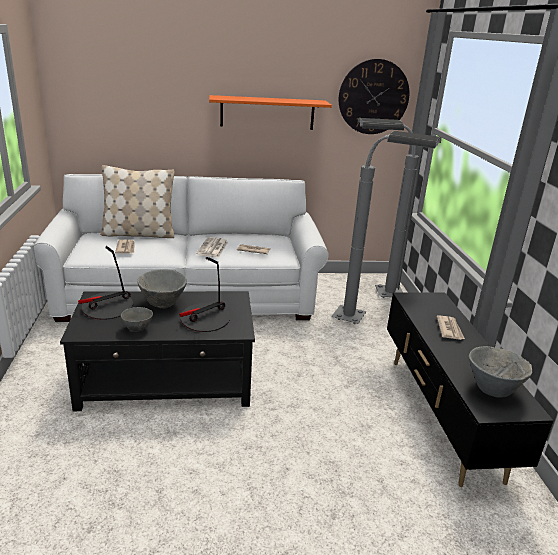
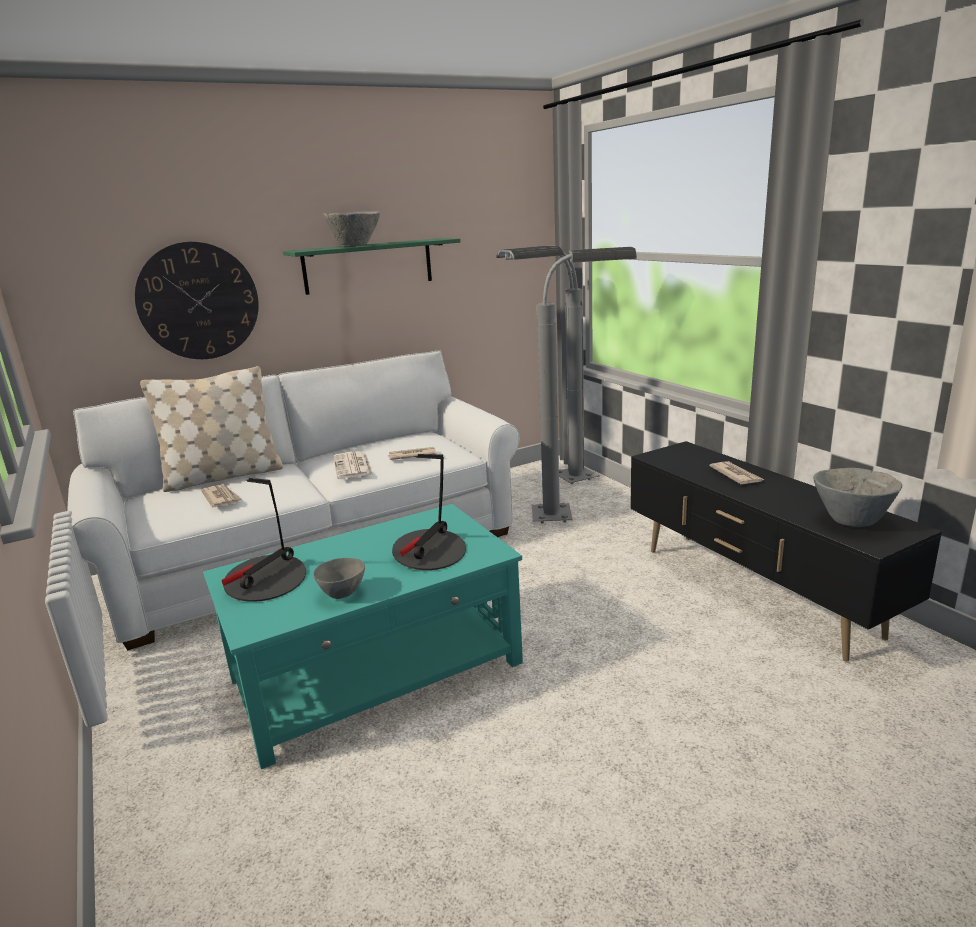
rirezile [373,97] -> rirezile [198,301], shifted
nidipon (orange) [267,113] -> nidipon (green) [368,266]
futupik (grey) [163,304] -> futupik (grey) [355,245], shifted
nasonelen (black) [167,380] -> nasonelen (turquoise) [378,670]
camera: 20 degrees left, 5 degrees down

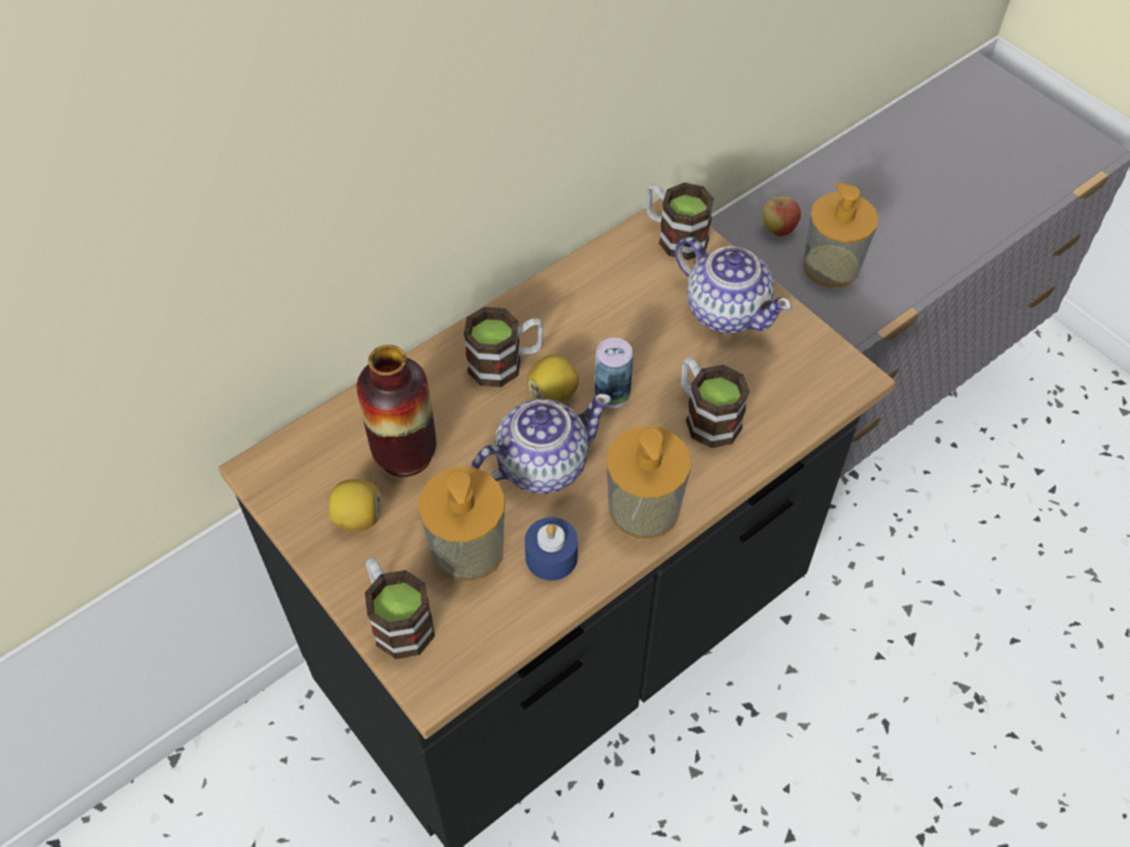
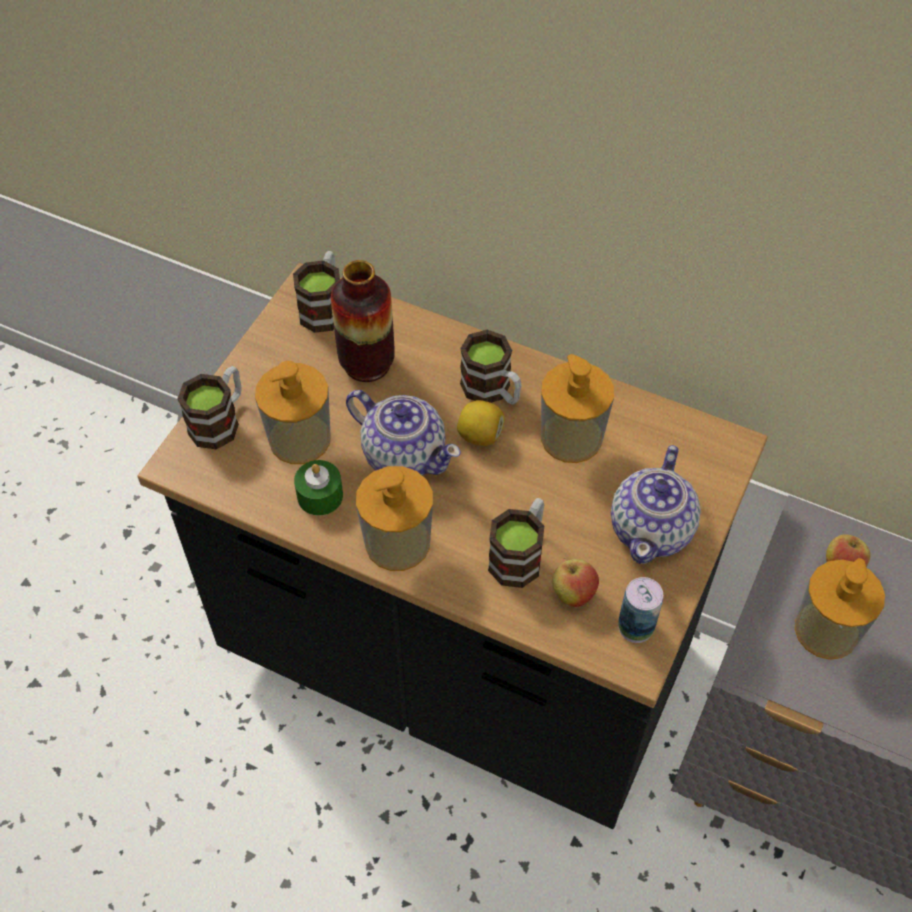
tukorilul [674,236] -> tukorilul [324,306], shifted
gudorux [612,394] -> gudorux [635,627], shifted
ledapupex [358,517] -> none
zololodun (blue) [551,557] -> zololodun (green) [320,496]
none -> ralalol [571,437]
none -> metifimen [573,594]
camera: 65 degrees right, 0 degrees up

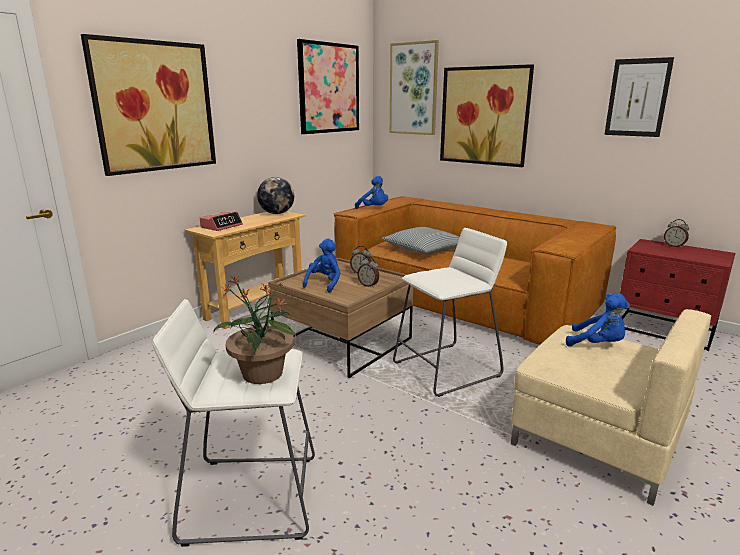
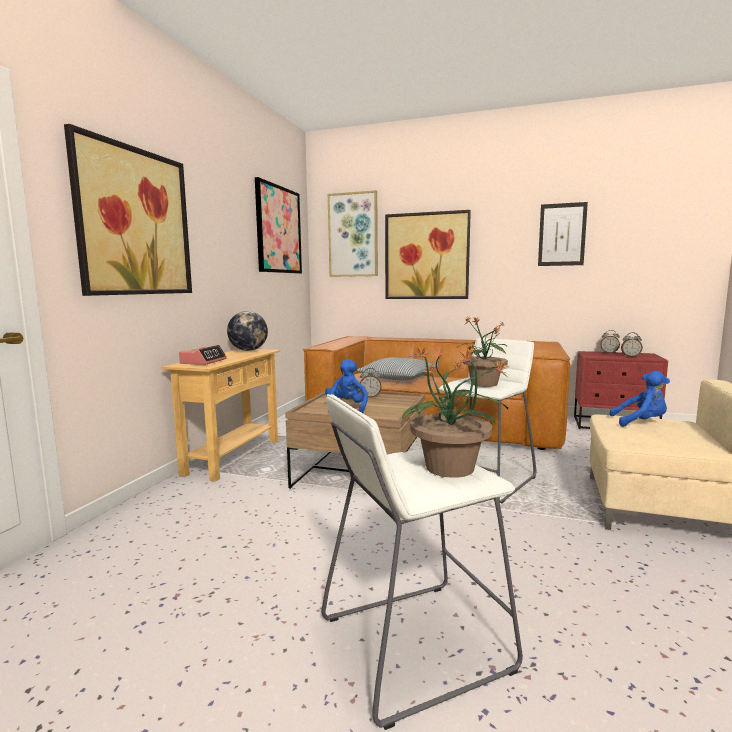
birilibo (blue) [374,209] -> none
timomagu [368,285] -> timomagu [630,356], shifted
none -> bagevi [483,384]
camera: 20 degrees left, 10 degrees down

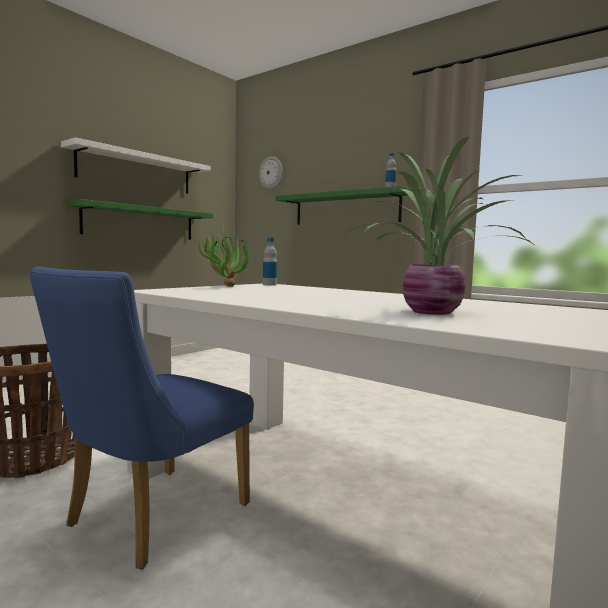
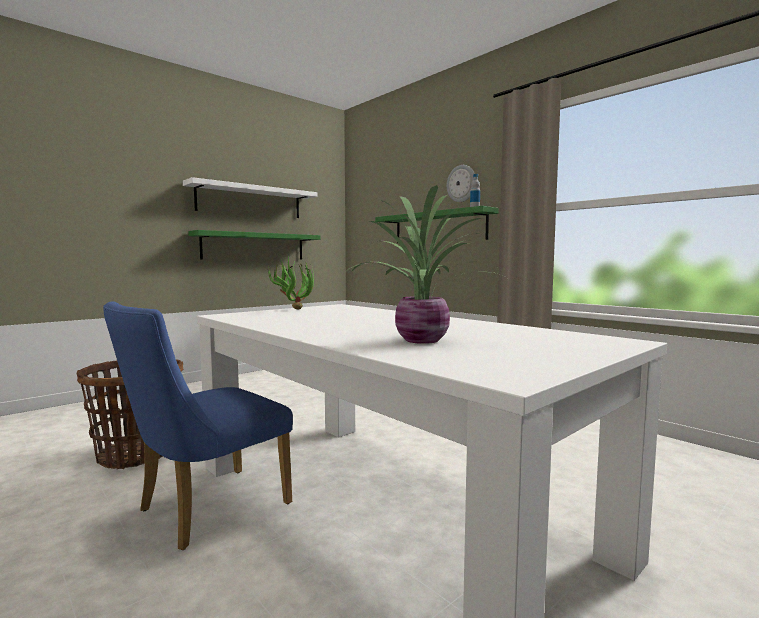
rirezile [271,173] -> rirezile [461,183], shifted
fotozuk [269,284] -> none
camera: 10 degrees right, 0 degrees up

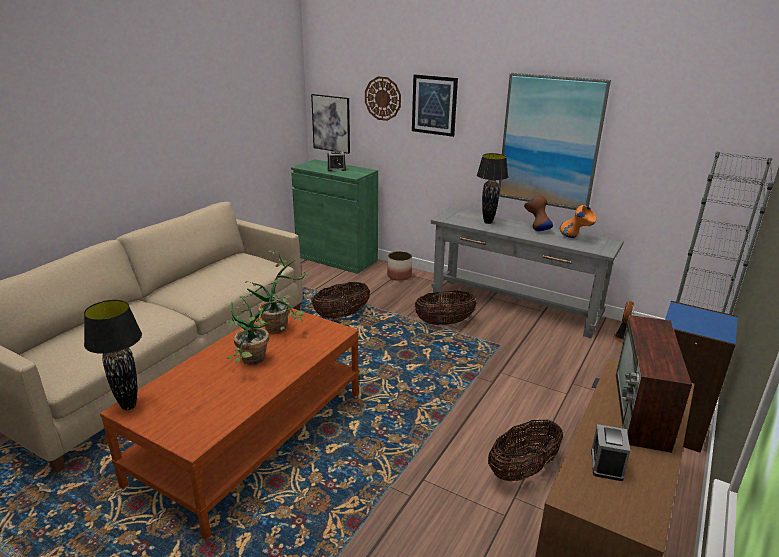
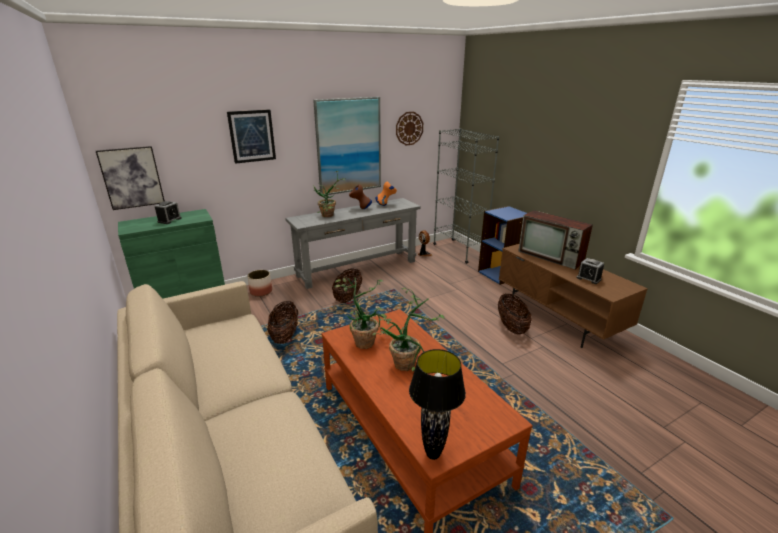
rirezile [383,98] -> rirezile [409,128], shifted
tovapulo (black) [488,222] -> bagevi [330,216]
camera: 60 degrees left, 0 degrees up

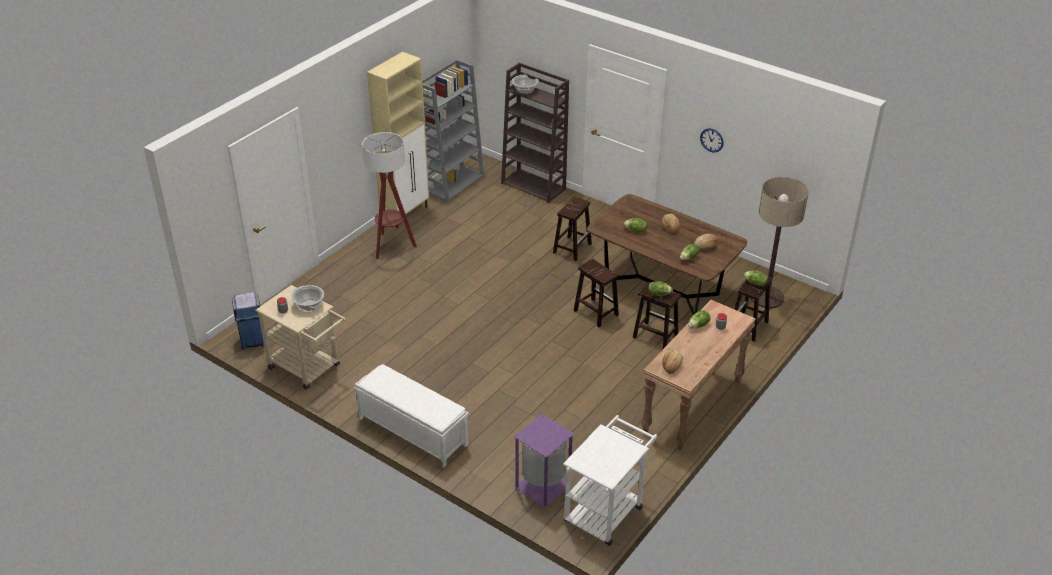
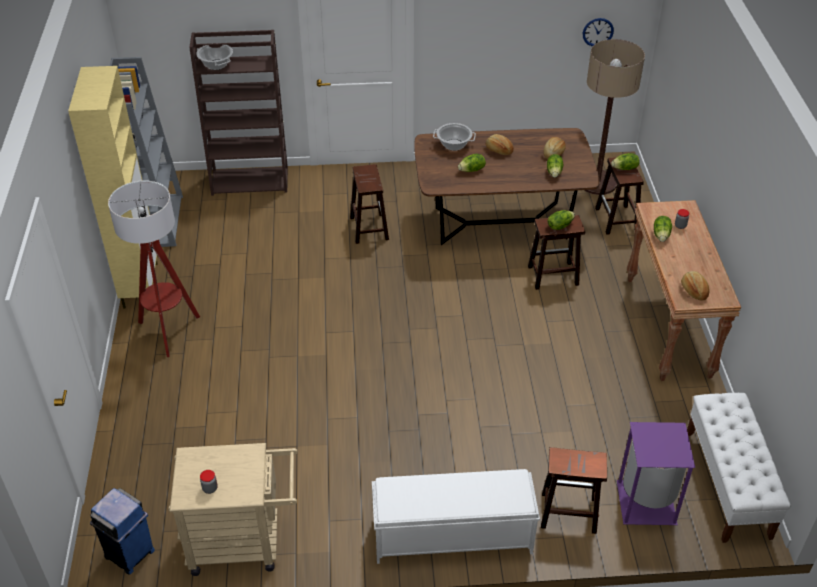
rirezile [712,140] -> rirezile [598,32], shifted
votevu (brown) [595,312] -> votevu (brown) [567,513], shifted
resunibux [309,305] -> resunibux [454,145], shifted
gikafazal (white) [607,509] -> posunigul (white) [727,484]
camera: 40 degrees left, 5 degrees up

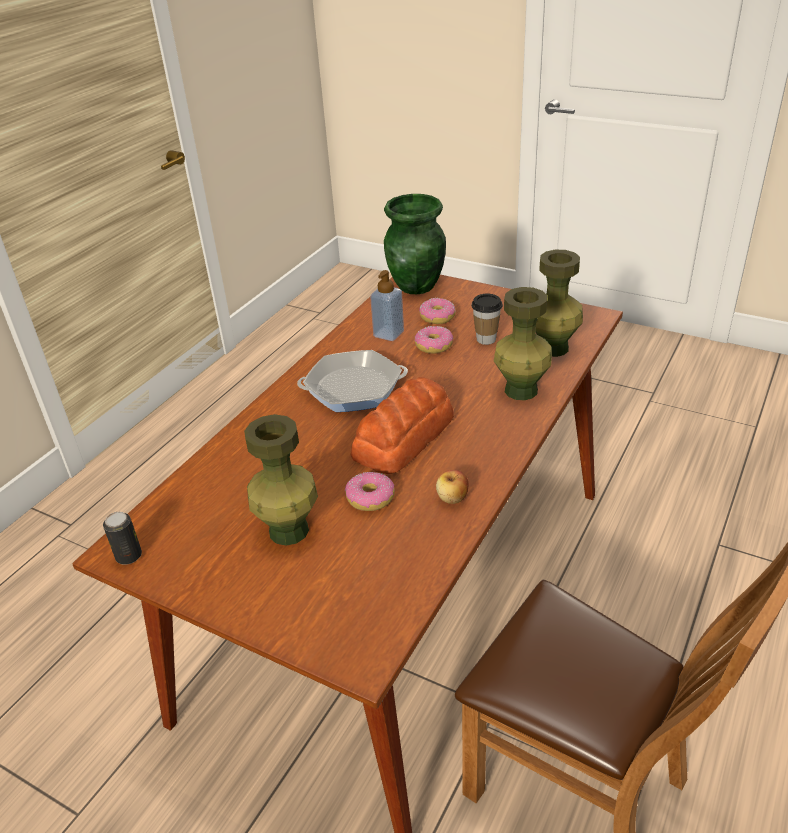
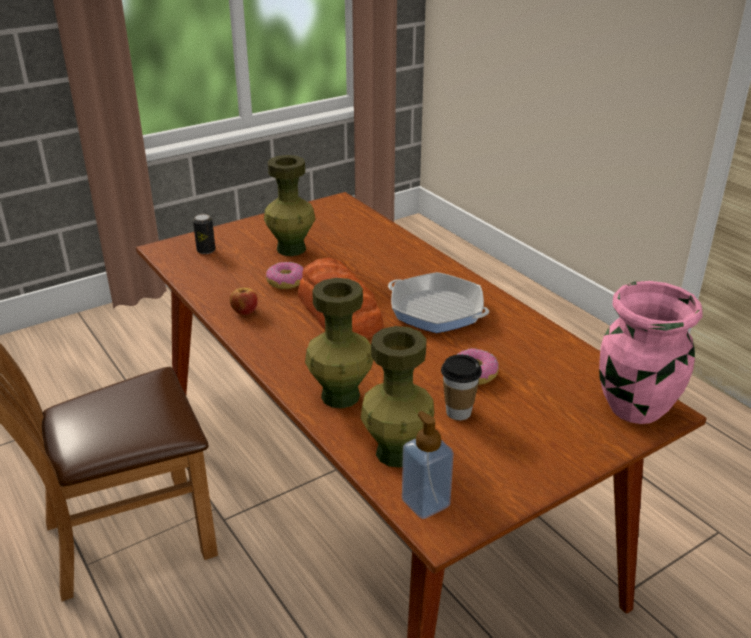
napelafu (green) [417,286] -> napelafu (pink) [634,408]
ralalol [388,334] -> ralalol [425,503], shifted
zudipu [437,317] -> none
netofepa [353,388] -> netofepa [436,310], 75 degrees counterclockwise
gudorux [129,556] -> gudorux [206,250], shifted
camera: 115 degrees right, 5 degrees down

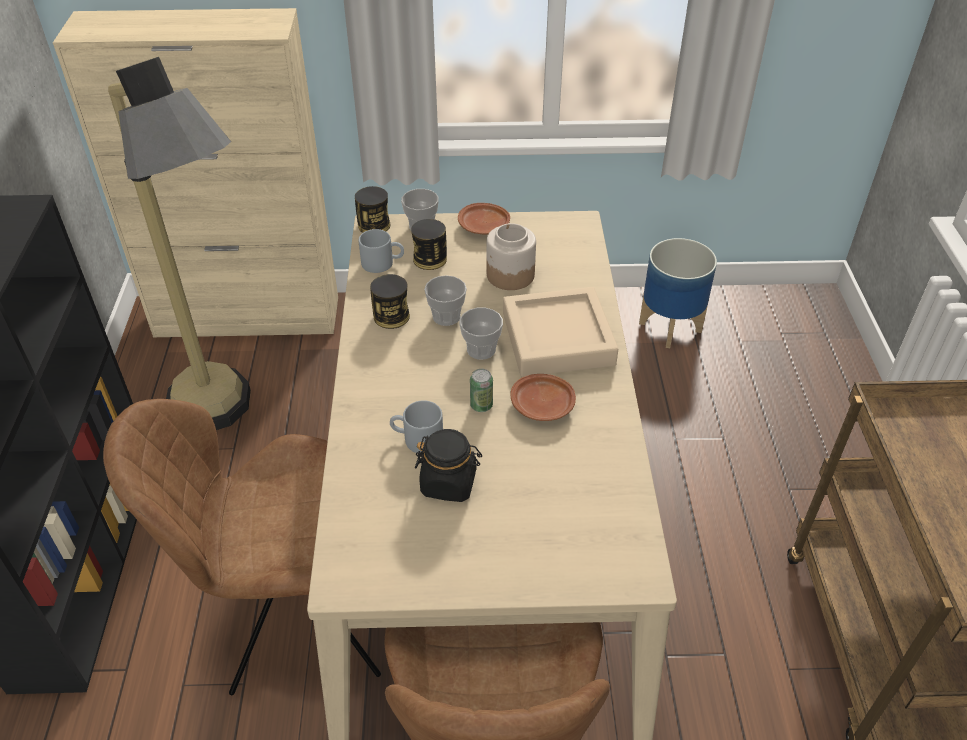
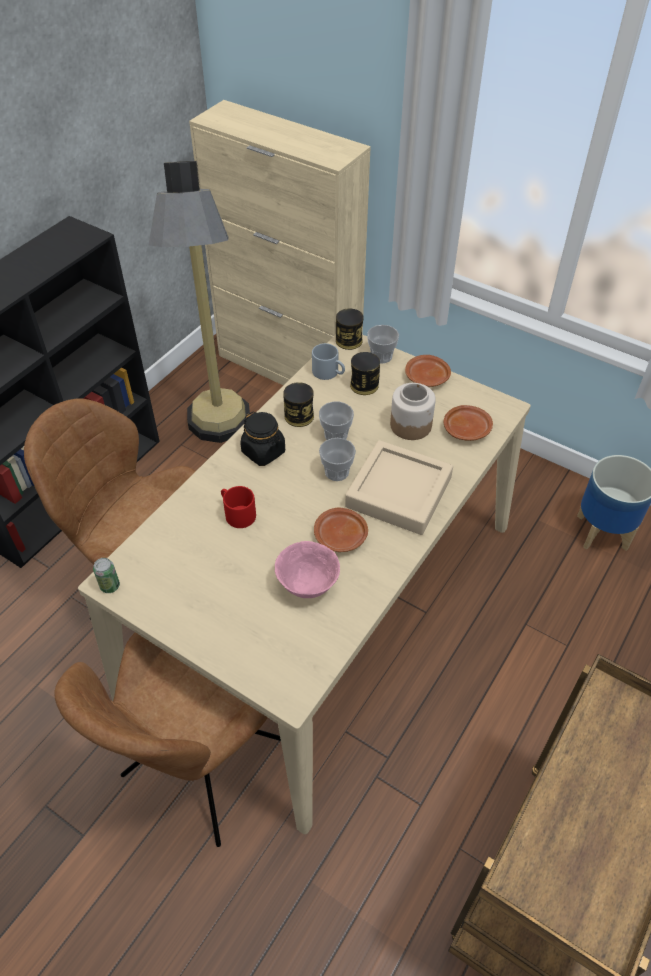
gudorux [481,405] -> gudorux [110,586], shifted
tukorilul (grey) [417,439] -> tukorilul (red) [236,513]
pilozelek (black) [449,483] -> pilozelek (black) [263,452], shifted
none -> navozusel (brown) [467,429]
none -> futupik (pink) [307,584]
camera: 35 degrees right, 5 degrees up

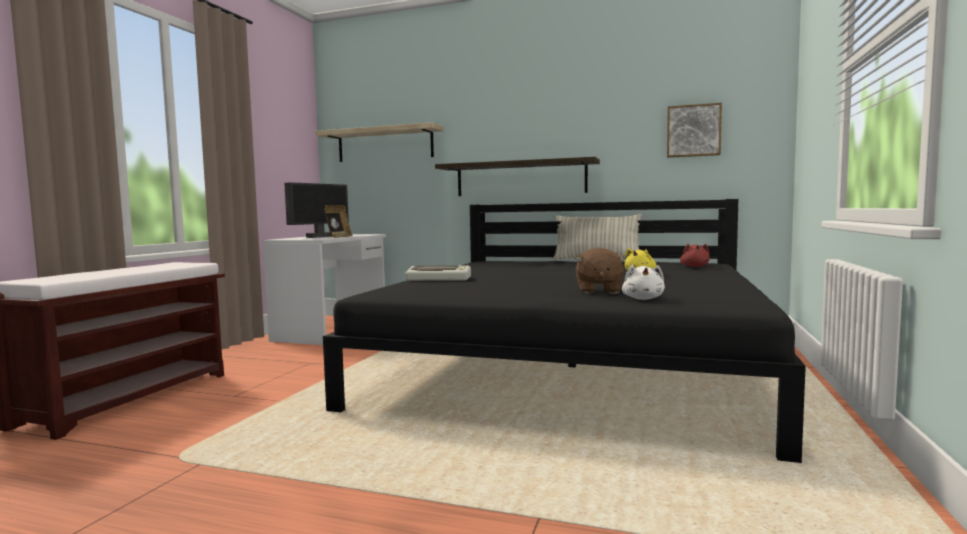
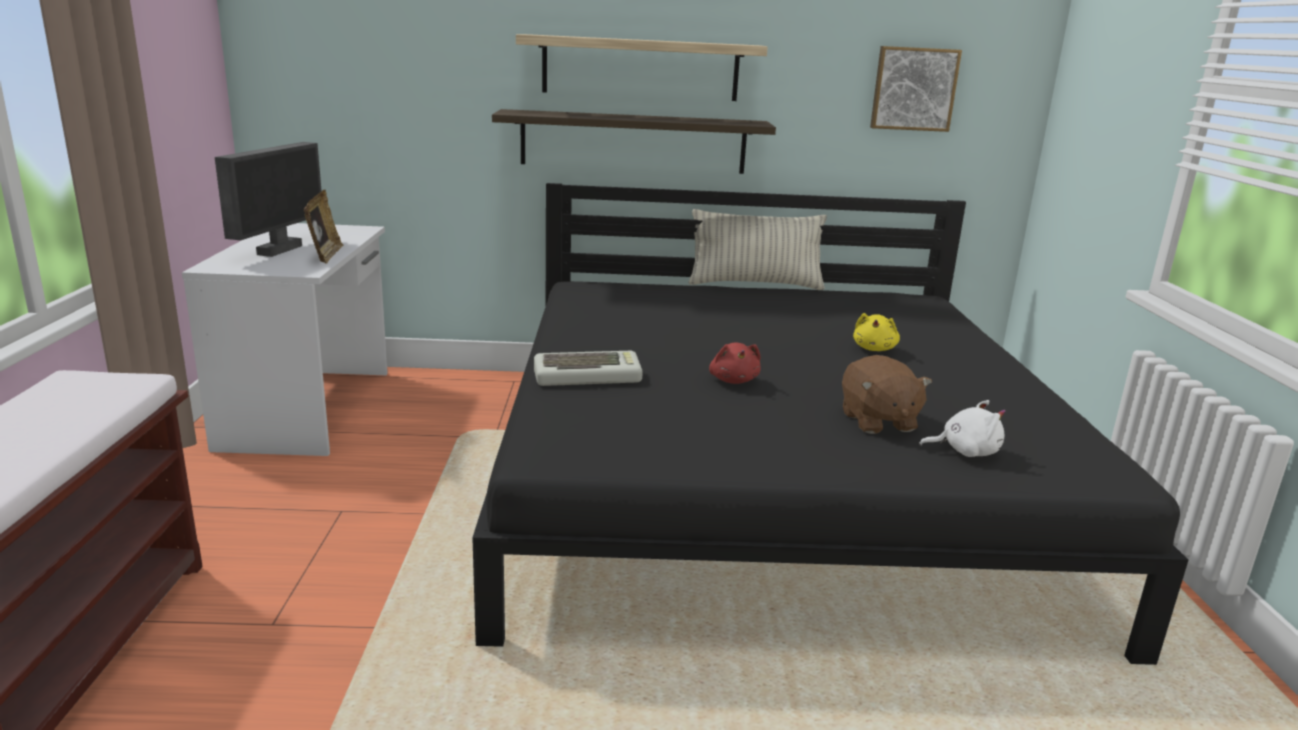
nidipon [385,144] -> nidipon [640,68], shifted
birilibo (red) [694,267] -> birilibo (red) [733,380], shifted
birilibo (white) [643,299] -> birilibo (white) [965,452], 75 degrees counterclockwise
camera: 20 degrees left, 15 degrees up

